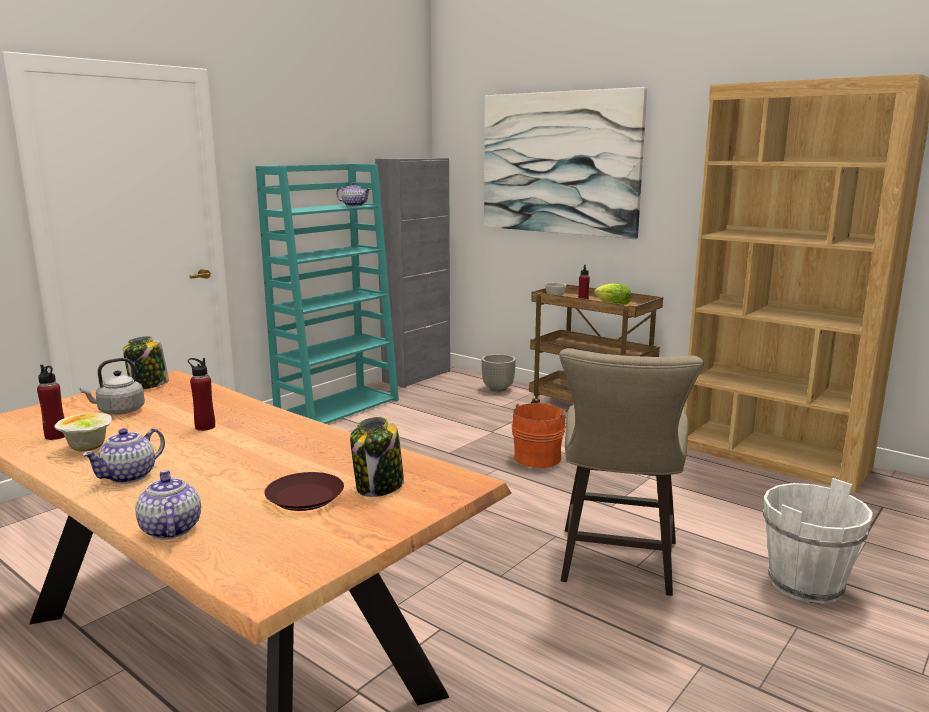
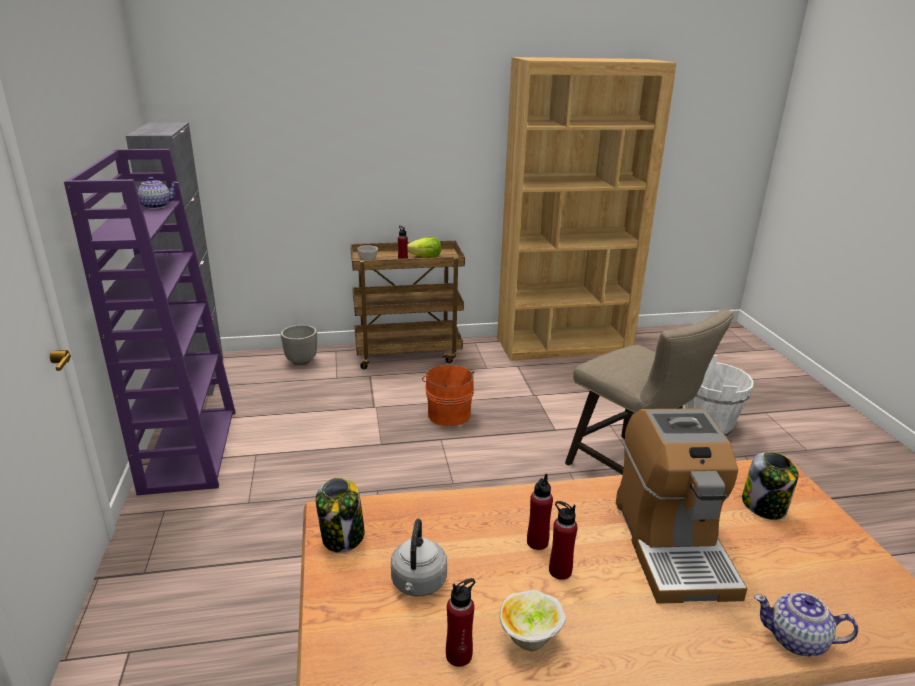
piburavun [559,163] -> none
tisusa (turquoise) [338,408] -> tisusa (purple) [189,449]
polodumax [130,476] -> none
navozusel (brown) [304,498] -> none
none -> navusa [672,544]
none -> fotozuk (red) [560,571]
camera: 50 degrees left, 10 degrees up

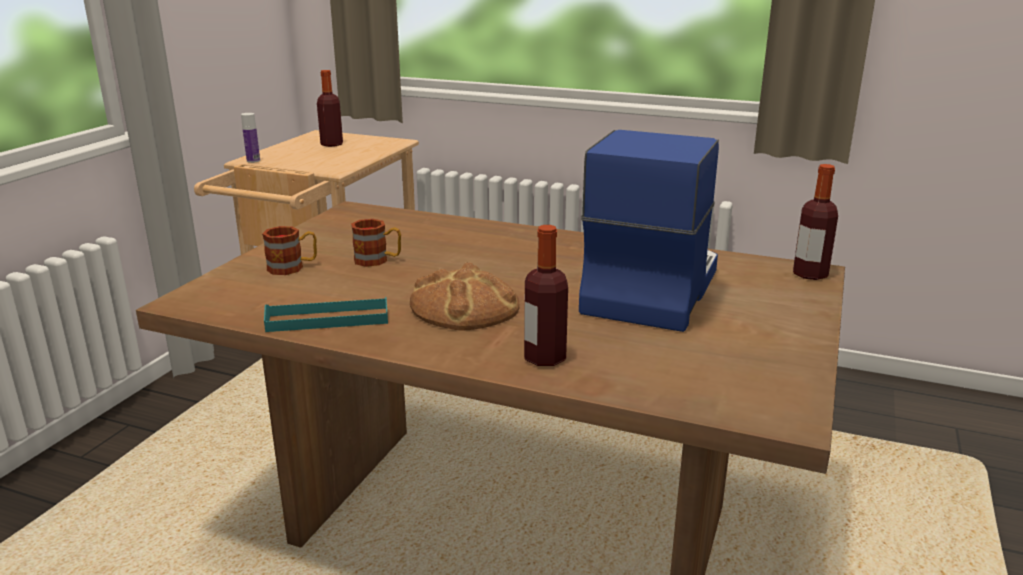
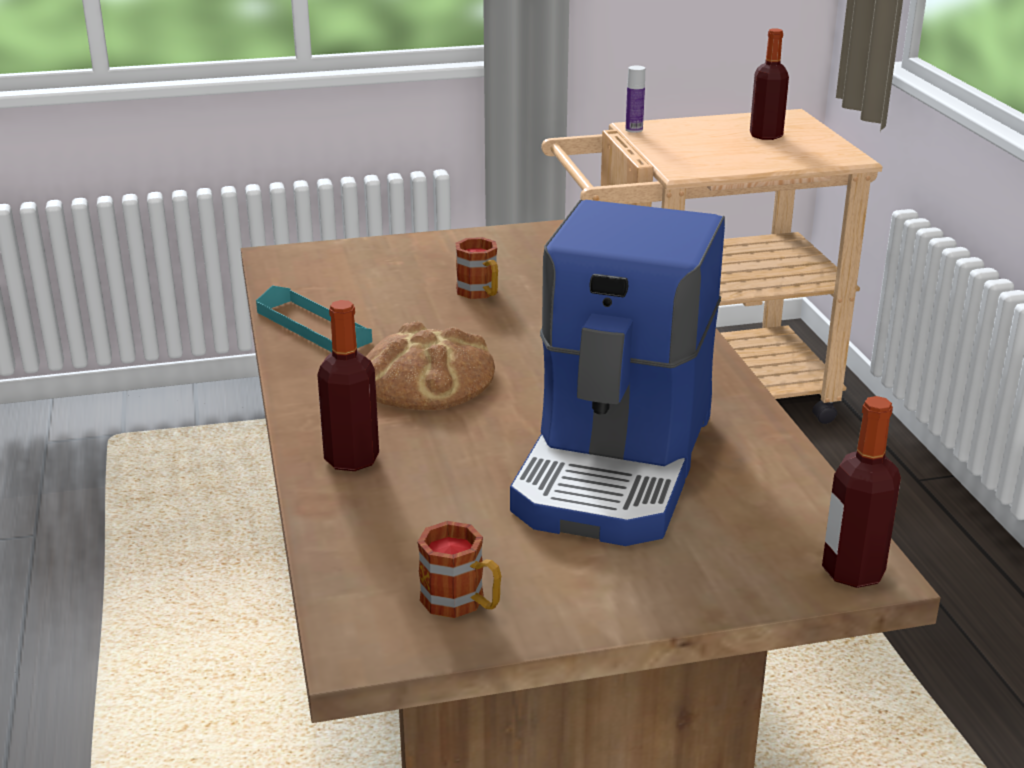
navusa [649,289] -> navusa [617,465], 120 degrees clockwise
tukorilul [293,267] -> tukorilul [463,603], shifted
camera: 55 degrees right, 5 degrees up

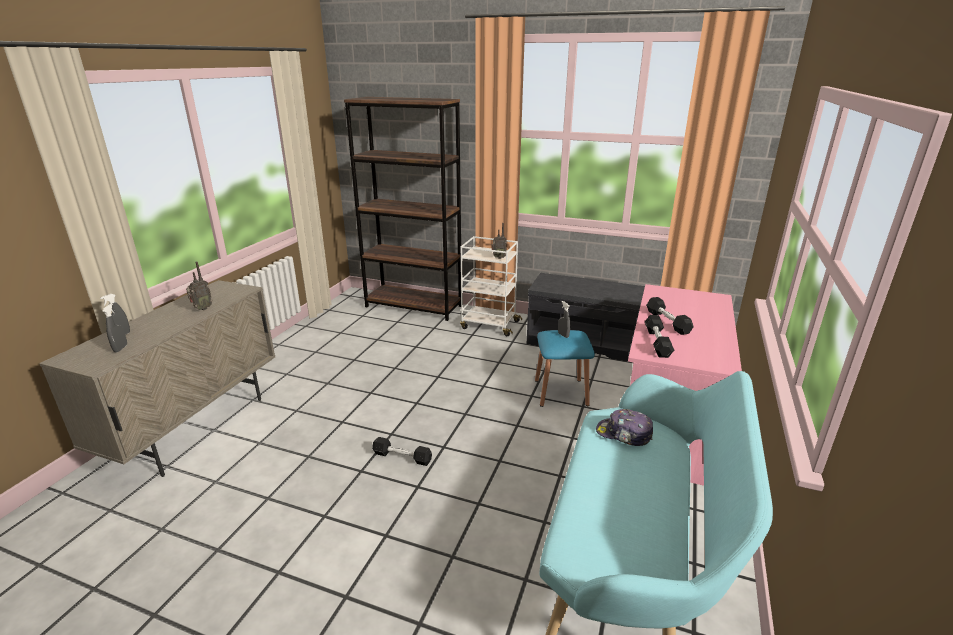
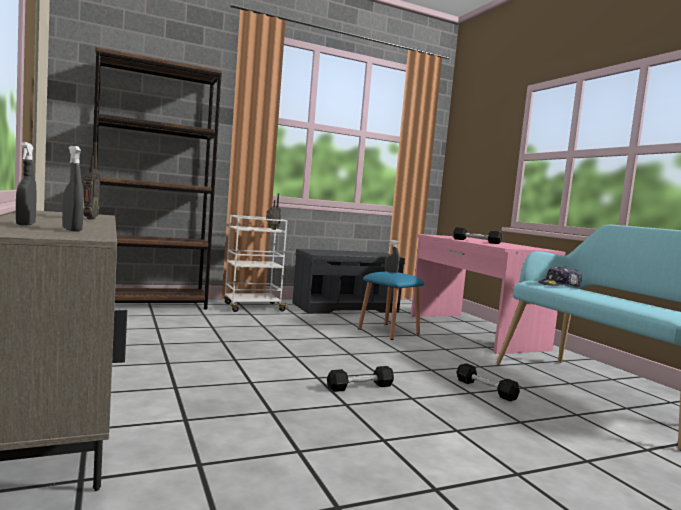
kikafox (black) [657,342] -> kikafox (black) [485,389], shifted
camera: 45 degrees left, 20 degrees down

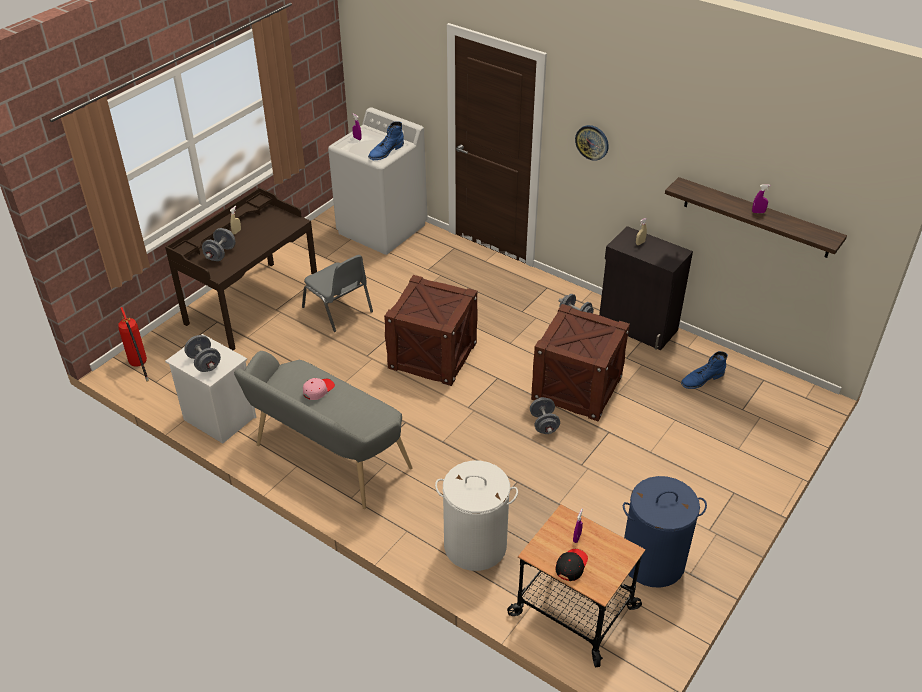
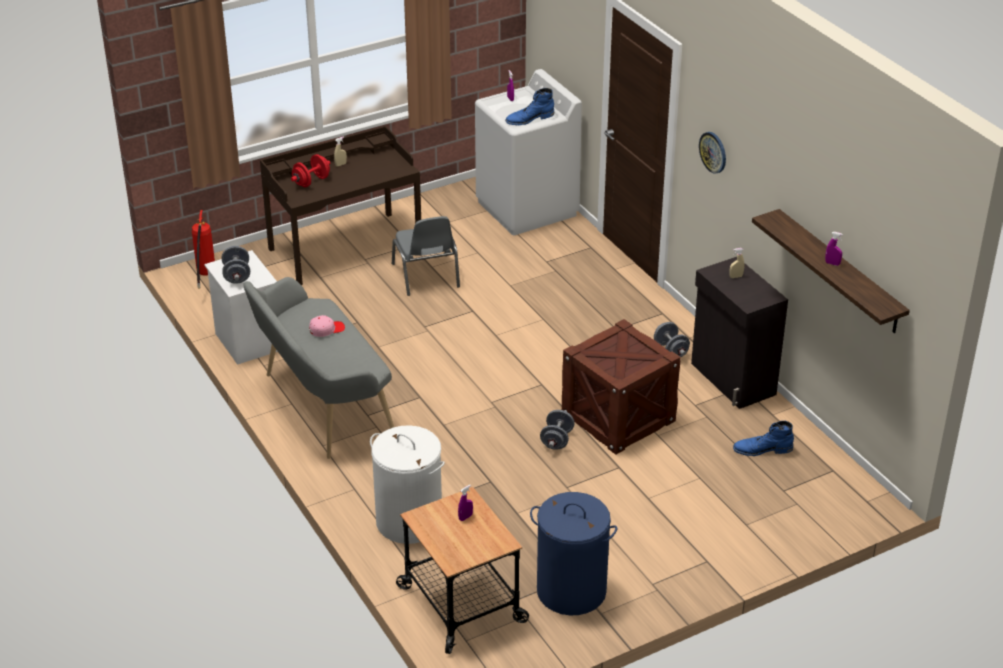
kikafox (grey) [220,254] -> kikafox (red) [311,181]
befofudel [433,355] -> none
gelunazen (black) [571,566] -> none
camera: 25 degrees right, 5 degrees down

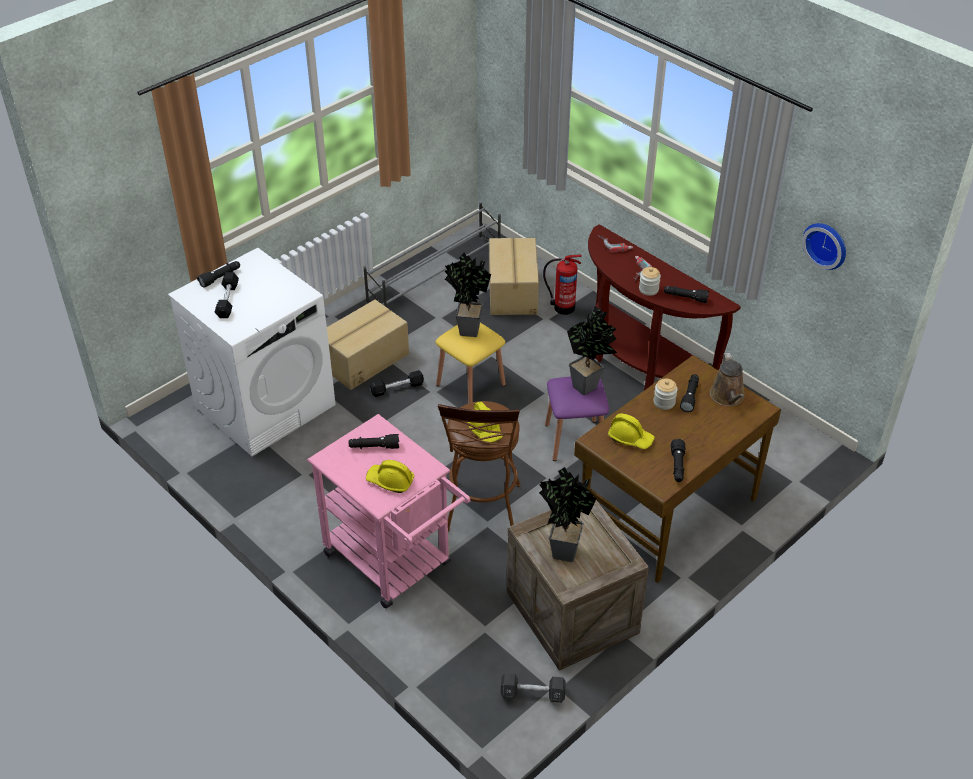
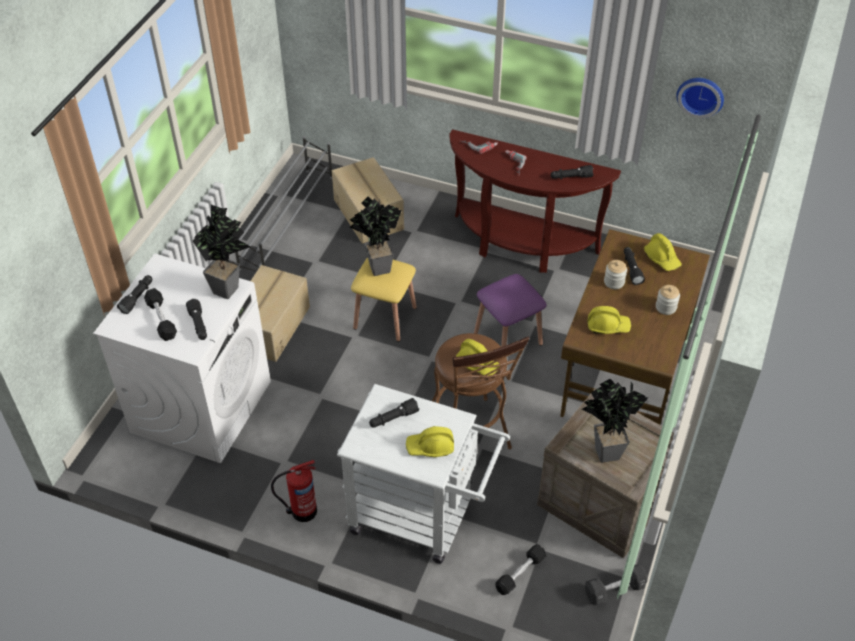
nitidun [562,307] -> nitidun [302,511], shifted
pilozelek [648,289] -> pilozelek [666,307], shifted
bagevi [589,386] -> bagevi [229,288], shifted
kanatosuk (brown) [728,397] -> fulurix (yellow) [662,258]
kikafox (black) [397,388] -> kikafox (black) [520,573], shifted
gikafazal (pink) [395,564] -> gikafazal (white) [422,517]
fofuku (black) [677,466] -> fofuku (black) [199,325], shifted
camera: 25 degrees left, 5 degrees up

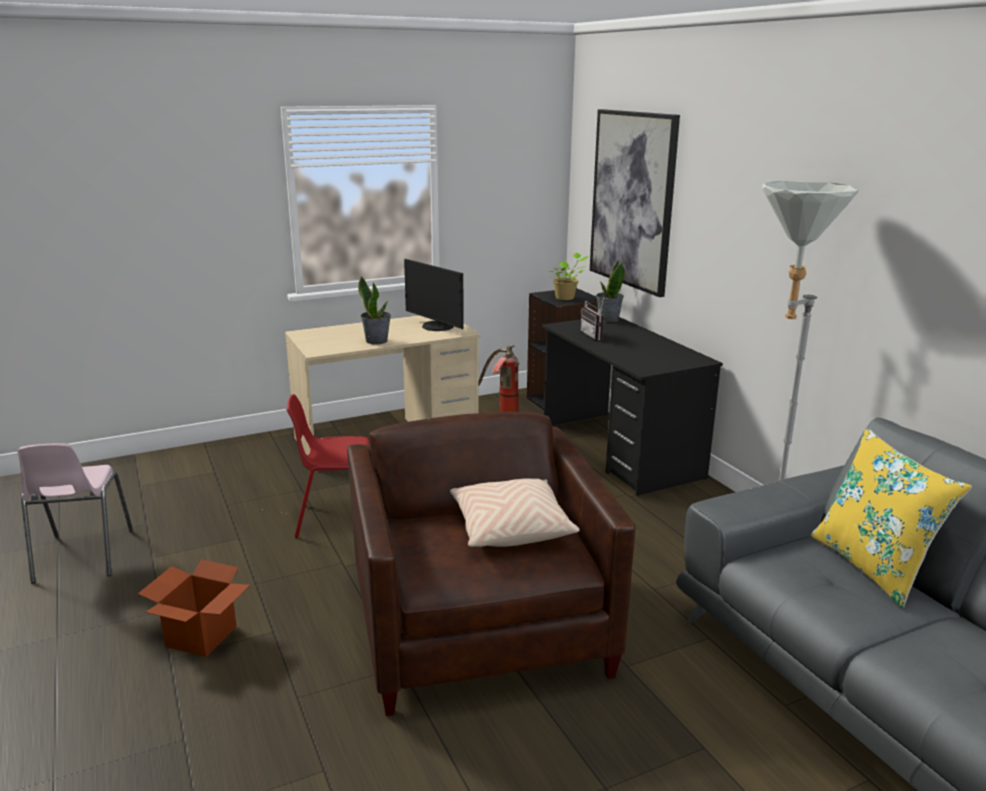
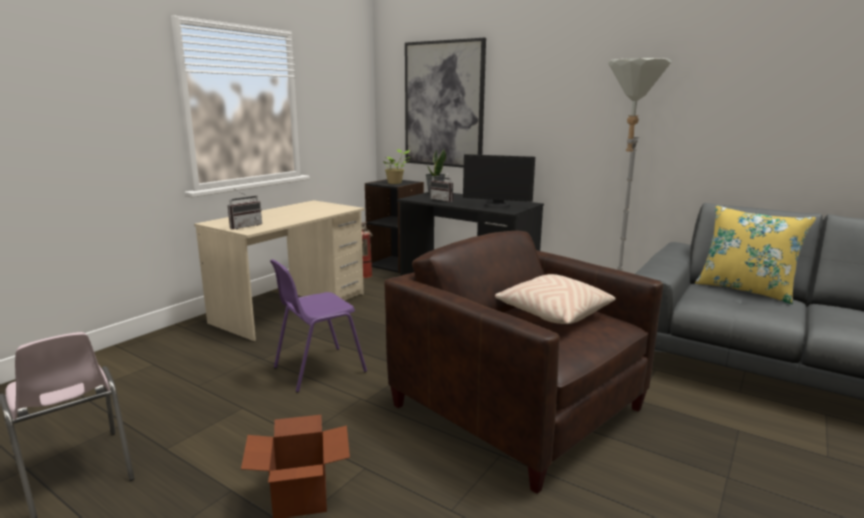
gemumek [436,327] -> gemumek [497,205], shifted
bagevi [377,341] -> none
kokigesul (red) [338,518] -> kokigesul (purple) [318,369]
none -> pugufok [244,226]
camera: 30 degrees left, 5 degrees down

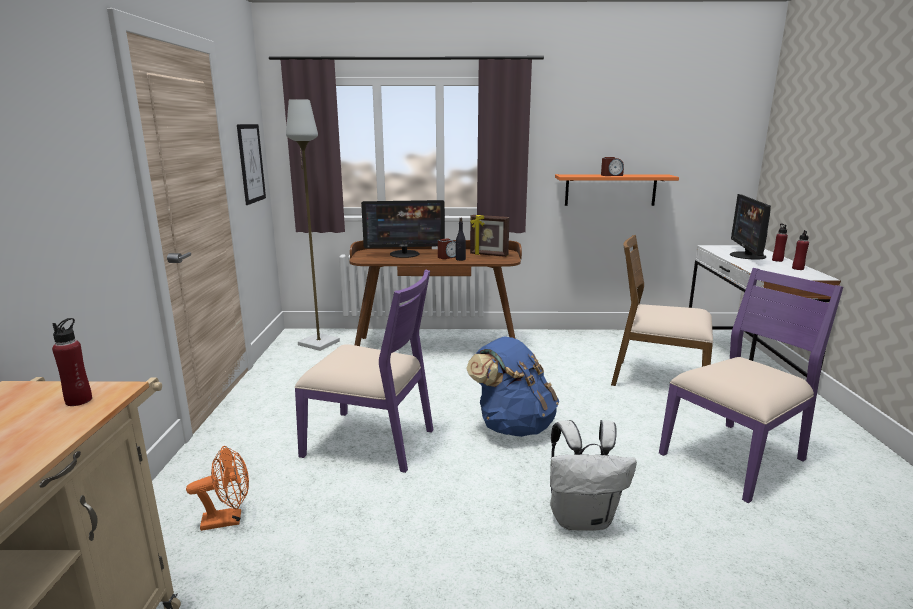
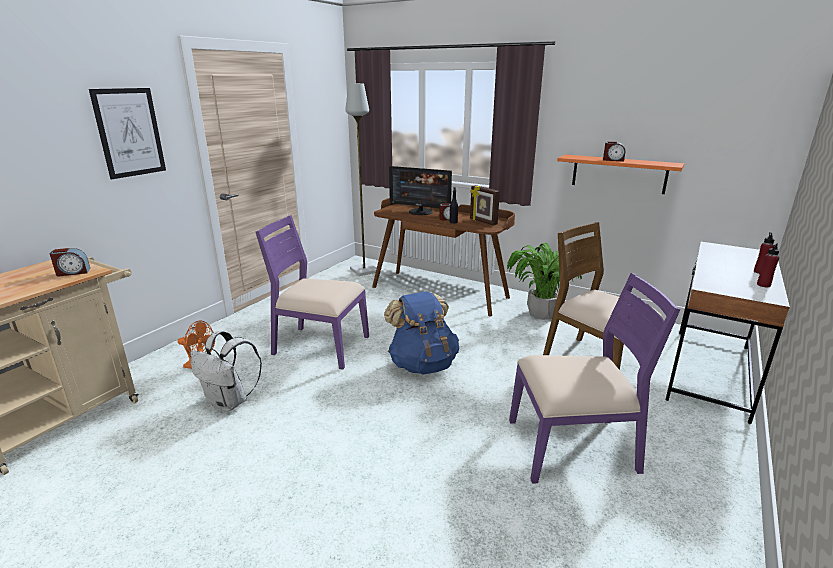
piburavun [251,163] -> piburavun [129,132], shifted
gemumek [747,255] -> none
kokigesul (purple) [371,441] -> kokigesul (purple) [320,346], 150 degrees clockwise
fotozuk (red) [79,400] -> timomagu [73,272]
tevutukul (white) [582,518] -> tevutukul (white) [230,402], shifted
none -> bagevi [542,313]
camera: 30 degrees right, 5 degrees up

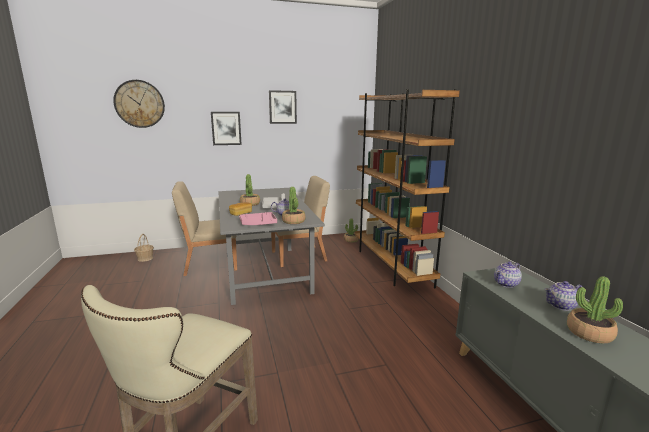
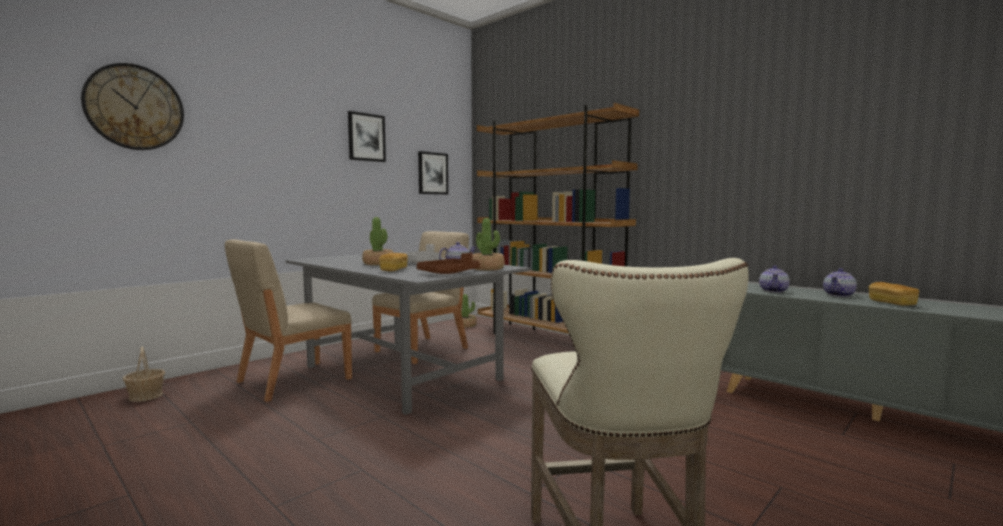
piburavun [226,128] -> piburavun [432,173], shifted
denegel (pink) [258,224] -> denegel (brown) [449,273]
bagevi [589,333] -> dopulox [892,303]
camera: 30 degrees left, 10 degrees down

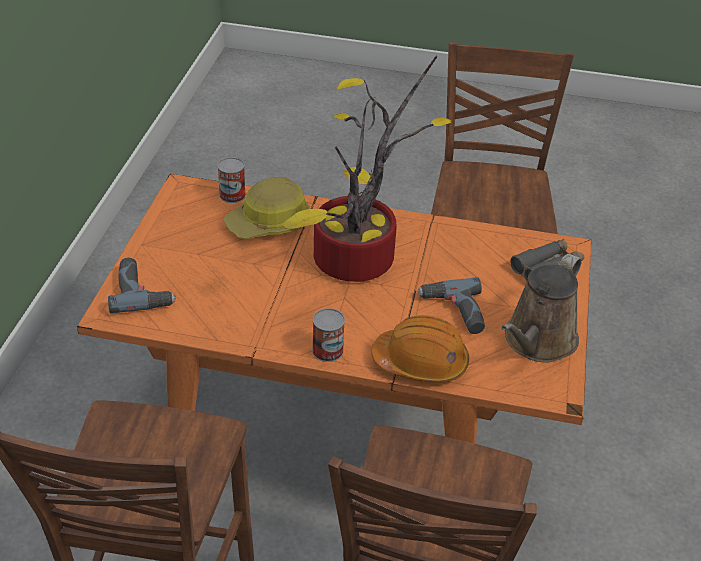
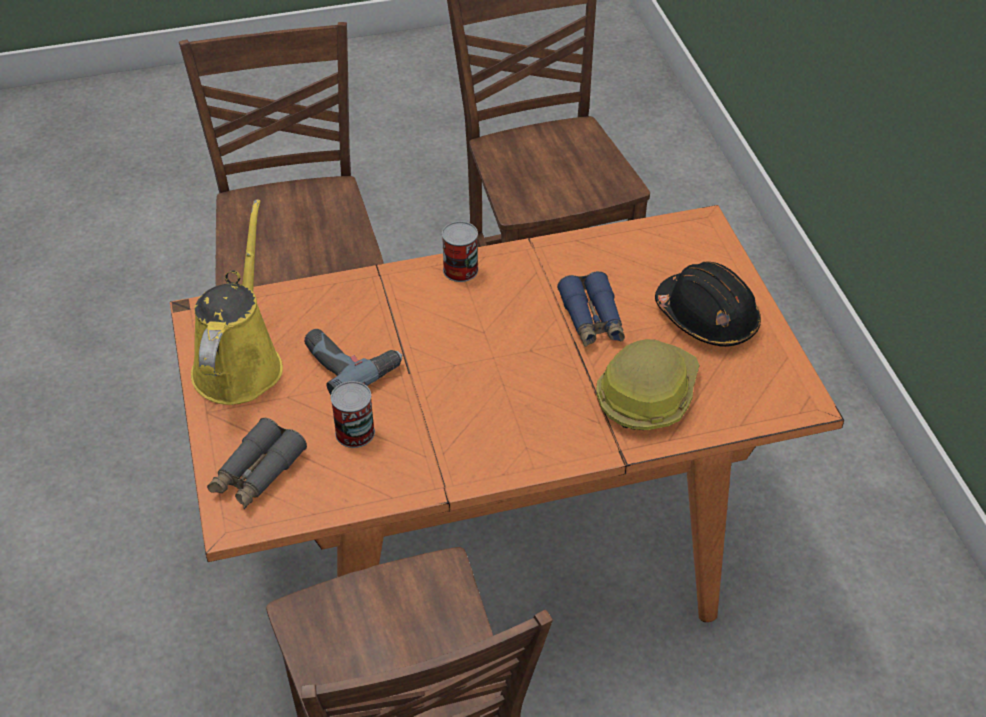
bagevi [356,264] -> none
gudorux [232,195] -> gudorux [355,432], shifted
kanatosuk (brown) [537,342] -> kanatosuk (yellow) [240,363]
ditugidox [142,291] -> none
fulurix (orange) [421,362] -> none
none -> fulurix (black) [707,318]
none -> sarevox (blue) [592,319]
camera: 155 degrees right, 5 degrees up

